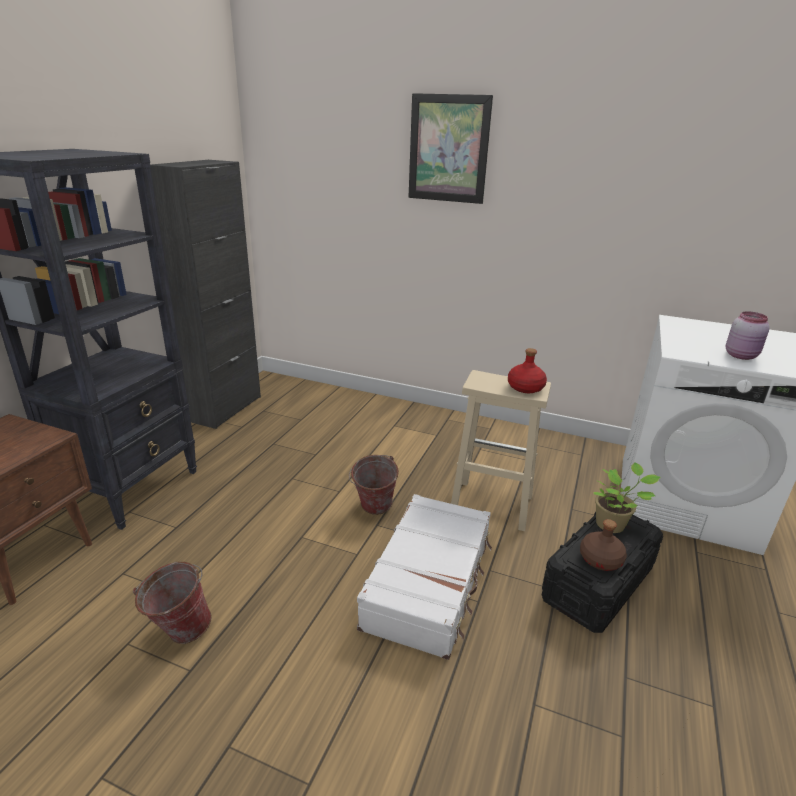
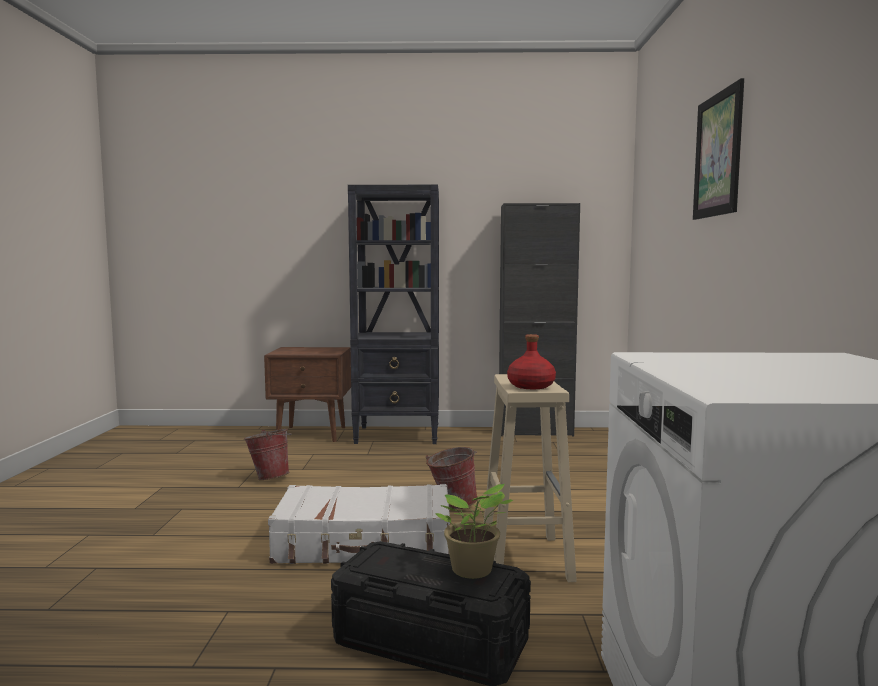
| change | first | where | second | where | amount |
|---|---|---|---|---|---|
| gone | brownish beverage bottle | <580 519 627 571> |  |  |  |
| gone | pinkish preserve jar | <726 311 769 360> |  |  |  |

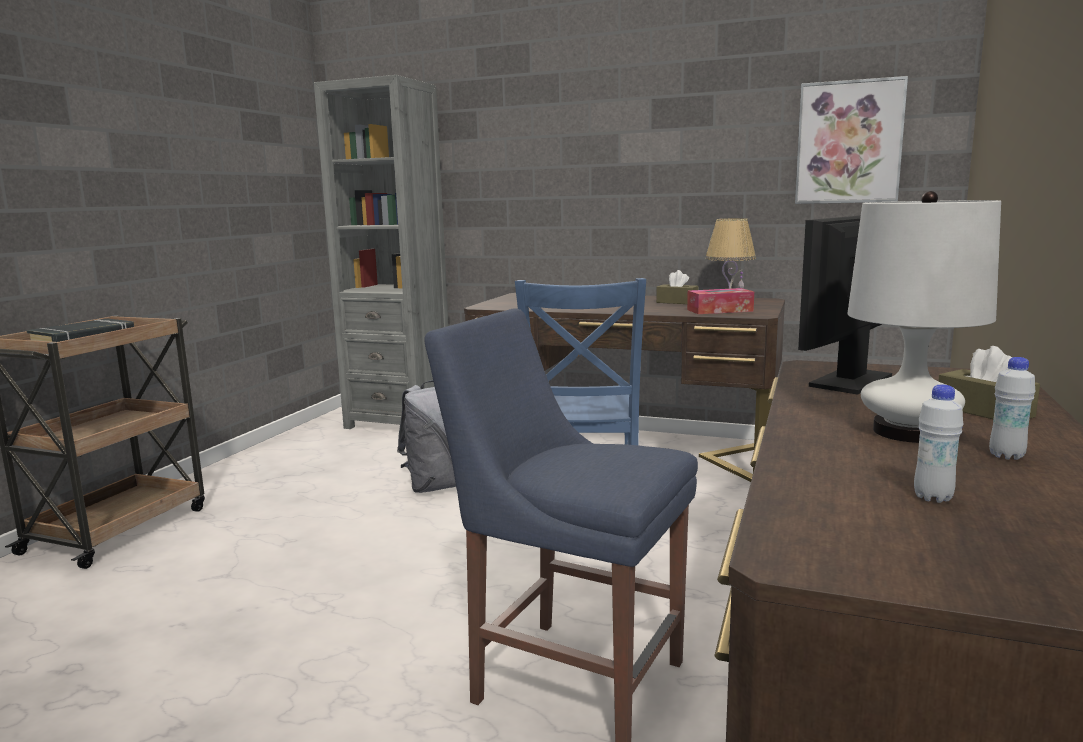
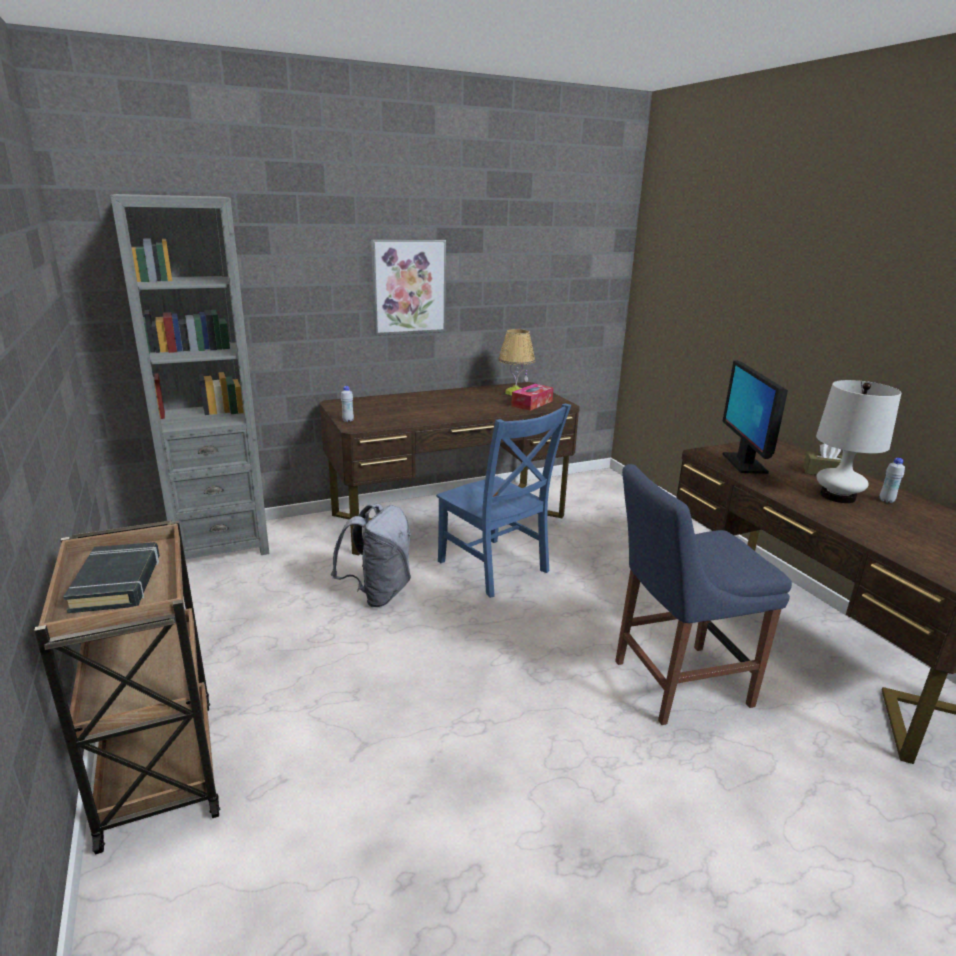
| change | first | where | second | where | amount |
|---|---|---|---|---|---|
| shifted | white-coloured beverage bottle | <914 385 964 503> |  | <341 386 354 422> |  |
| shifted | wall picture | <795 76 908 204> |  | <371 239 446 336> |  |
| gone | brownish box of tissues | <656 270 699 304> |  |  |  |

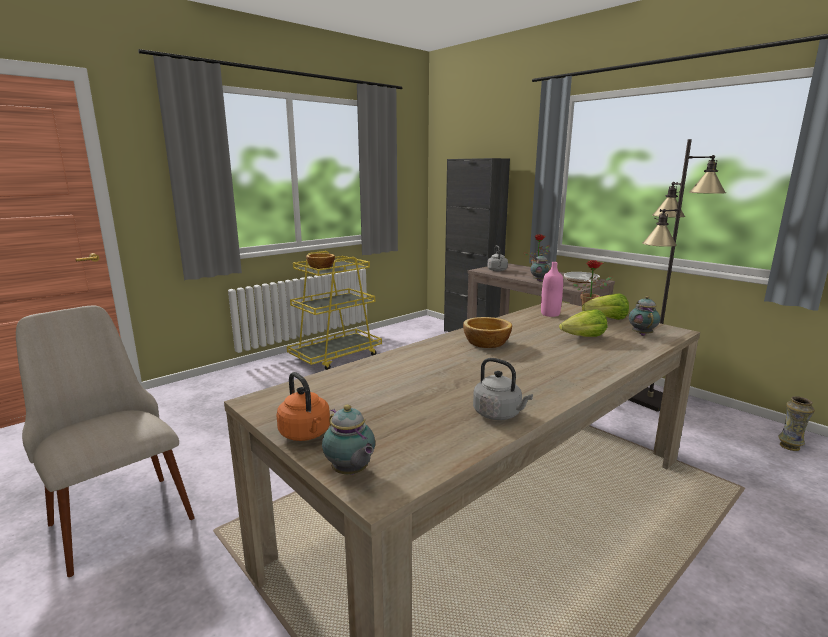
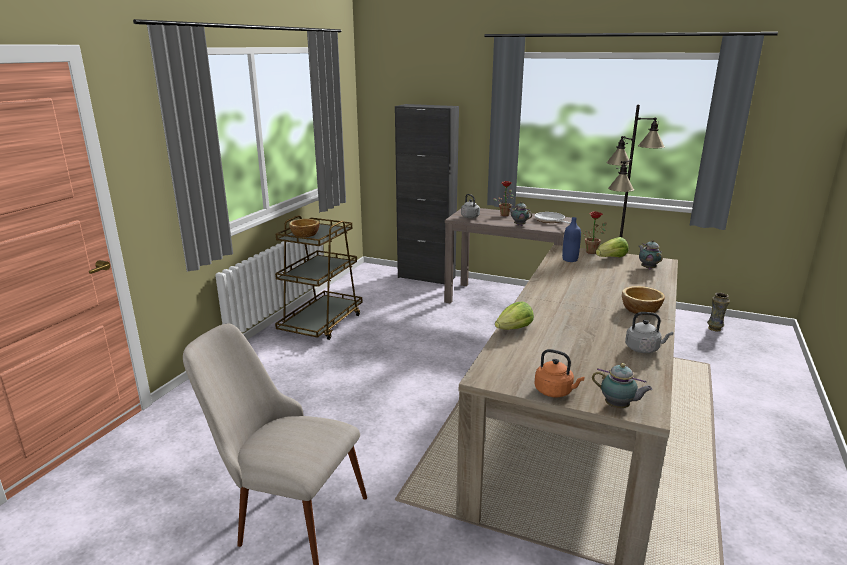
| change | first | where | second | where | amount |
|---|---|---|---|---|---|
| repainted | yellow-coloured cart | <287 251 382 370> | brownish cart | <275 215 363 340> |  |
| shifted | head of lettuce | <559 309 607 337> |  | <495 302 534 330> |  |
| repainted | pinkish beverage bottle | <541 262 563 317> | bluish beverage bottle | <562 217 581 262> |  |
| shifted | serving bowl | <463 317 512 348> |  | <622 286 665 315> |  |

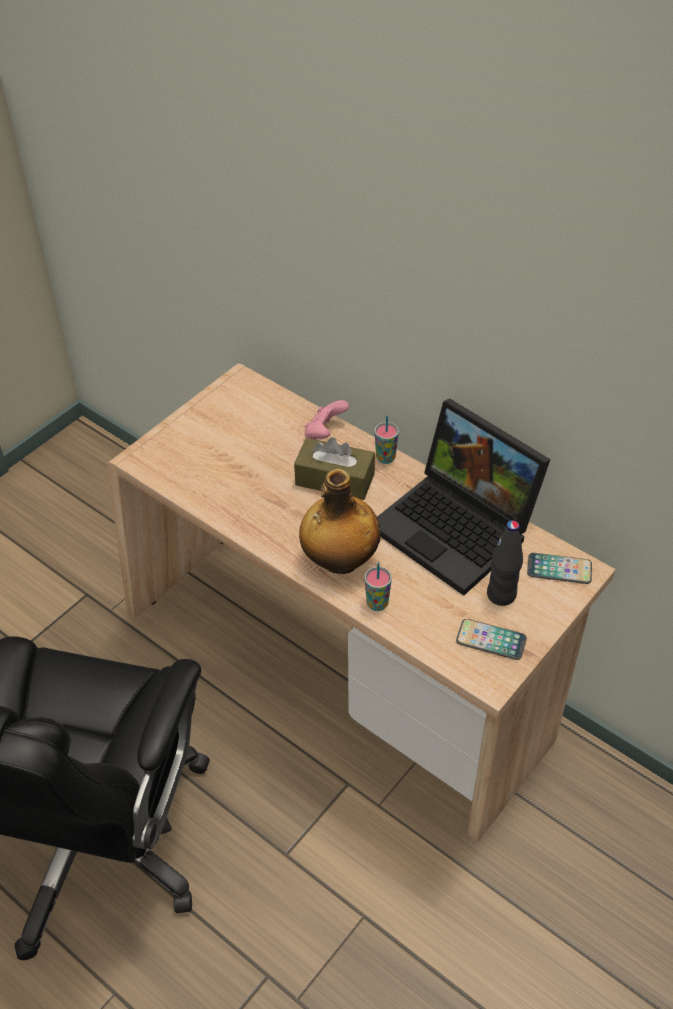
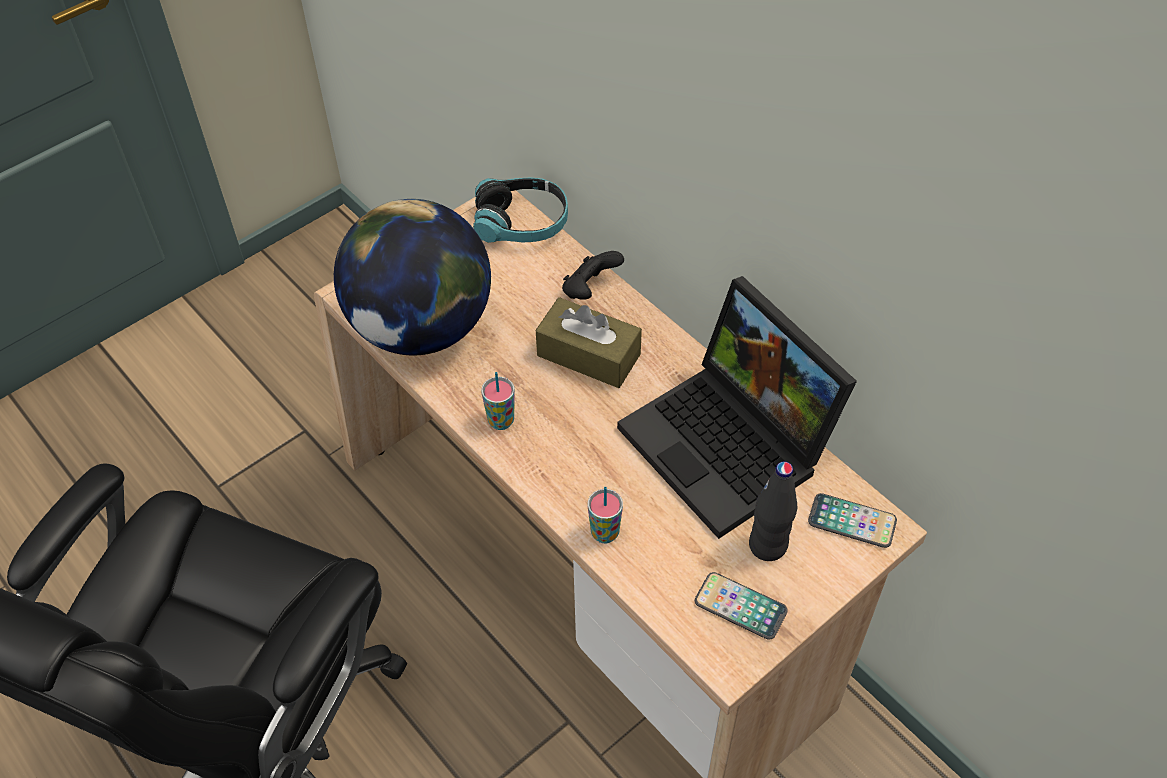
| change | first | where | second | where | amount |
|---|---|---|---|---|---|
| new |  |  | globe | <334 199 491 355> |  |
| new |  |  | headphones | <473 177 568 243> |  |
| shifted | small cup | <375 415 399 464> |  | <481 372 515 430> |  |
| repainted | pinkish gamepad | <304 400 349 440> | blackish gamepad | <562 251 624 300> |  |
| gone | beverage bottle | <299 469 381 574> |  |  |  |

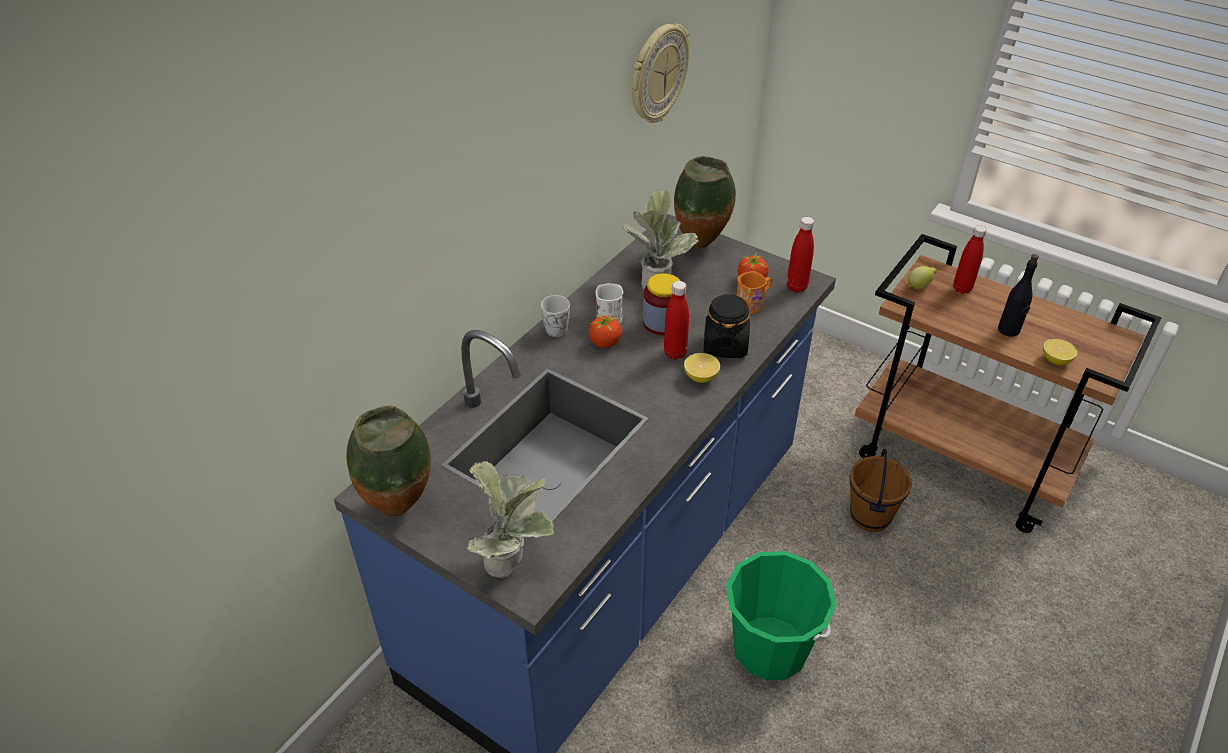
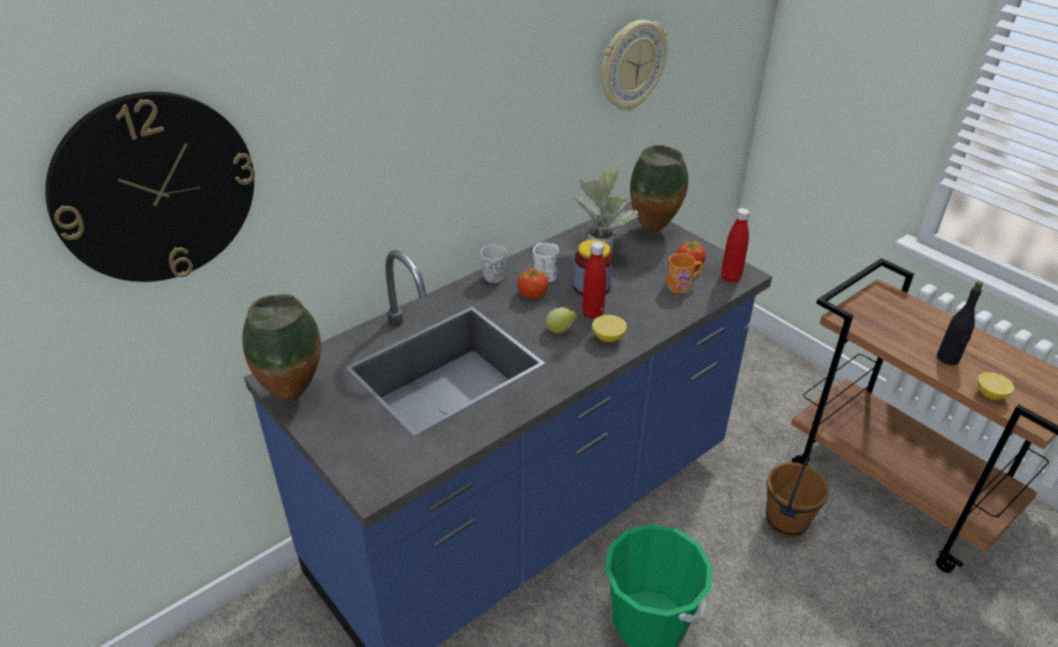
| change | first | where | second | where | amount |
|---|---|---|---|---|---|
| new |  |  | clock on the wall | <45 92 255 282> |  |
| shifted | citrus fruit | <908 266 937 289> |  | <546 307 577 333> |  |
| gone | potted plant | <467 461 554 578> |  |  |  |
| gone | blackish preserve jar | <703 293 750 358> |  |  |  |
| gone | red beverage bottle | <953 225 987 294> |  |  |  |

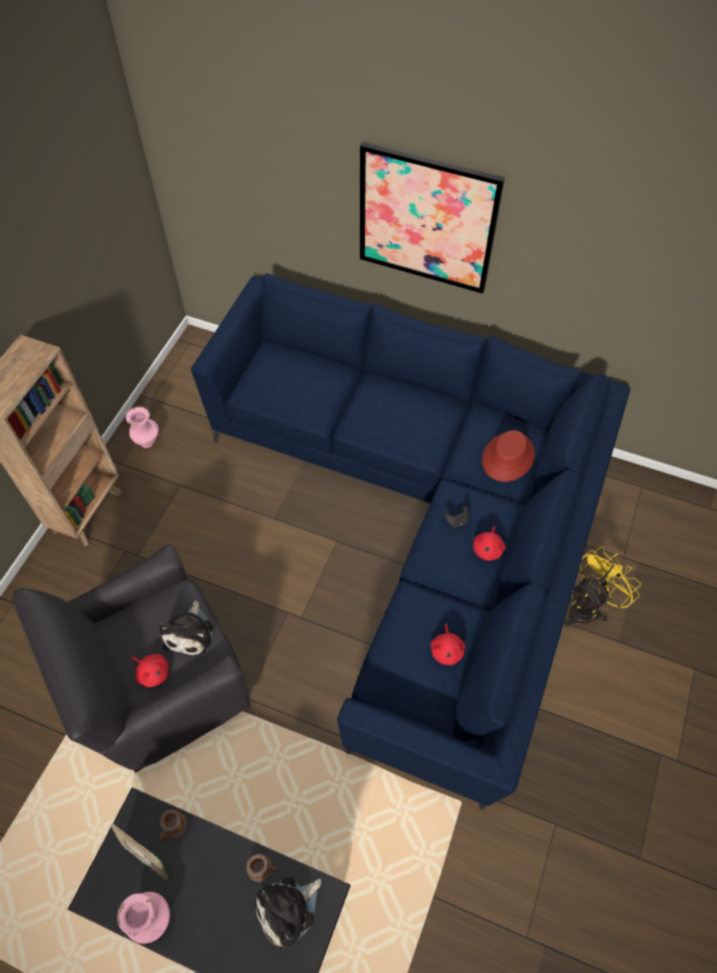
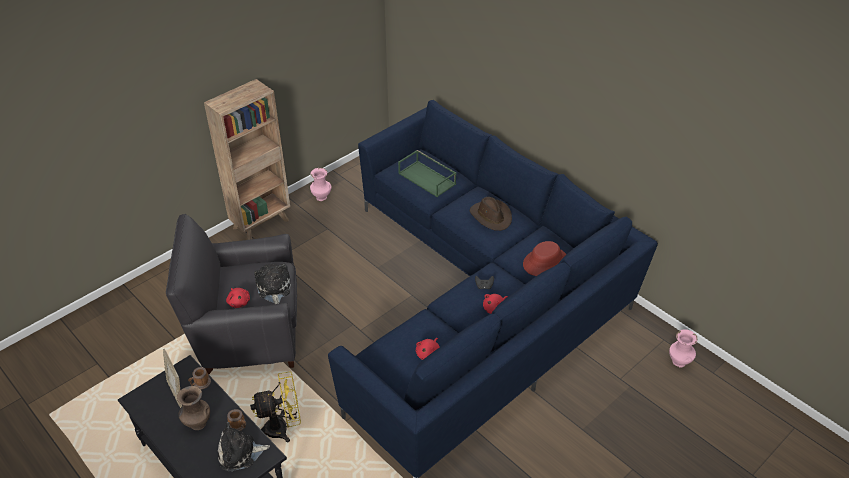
| change | first | where | second | where | amount |
|---|---|---|---|---|---|
| new |  |  | brownish flower vase | <177 386 210 430> |  |
| shifted | yellow-coloured fan | <565 547 641 628> |  | <250 371 301 443> |  |
| rotated | cuddly toy | <159 600 214 657> |  | <254 264 291 304> | 135 degrees clockwise |
| new |  |  | green tray | <398 150 456 197> |  |
| new |  |  | brownish clothing hat | <470 197 512 231> |  |
| shifted | pinkish flower vase | <117 892 170 944> |  | <669 329 698 367> |  |
| gone | wall picture | <360 142 505 294> |  |  |  |

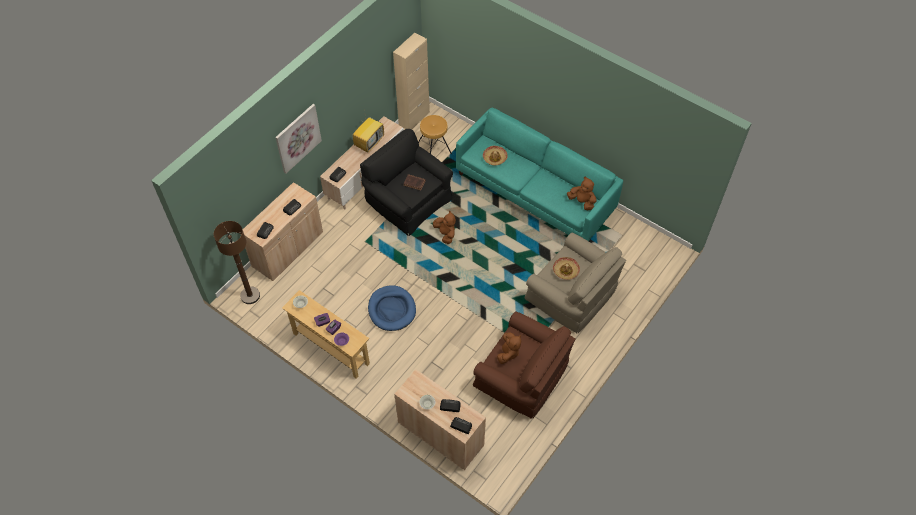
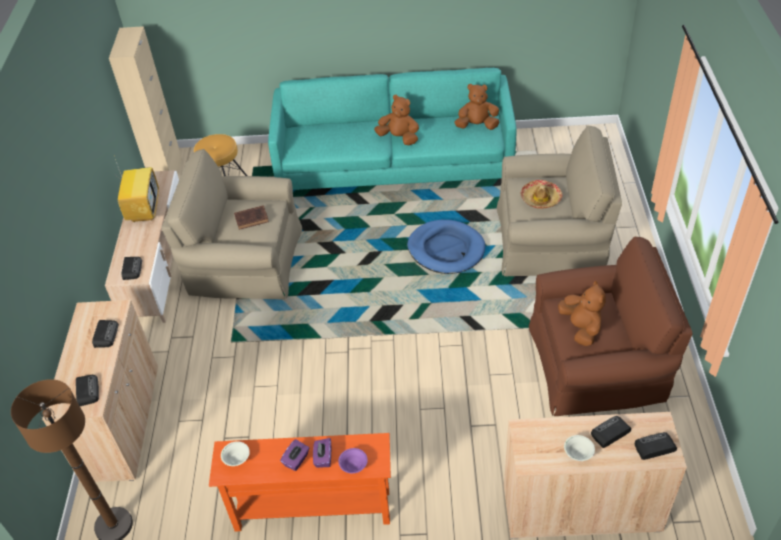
| change | first | where | second | where | amount |
|---|---|---|---|---|---|
| repainted | blackish easy chair | <360 129 453 236> | sand-coloured easy chair | <162 149 302 300> |  |
| repainted | sand-coloured hall table | <282 290 370 378> | orange-coloured hall table | <209 433 391 532> |  |
| shifted | brownish cuddly toy | <433 211 456 244> |  | <374 95 419 145> |  |
| shifted | bluish dog bed | <368 285 416 331> |  | <407 220 485 274> |  |
| gone | wall picture | <275 104 322 174> |  |  |  |
| gone | clothing hat | <483 146 508 165> |  |  |  |

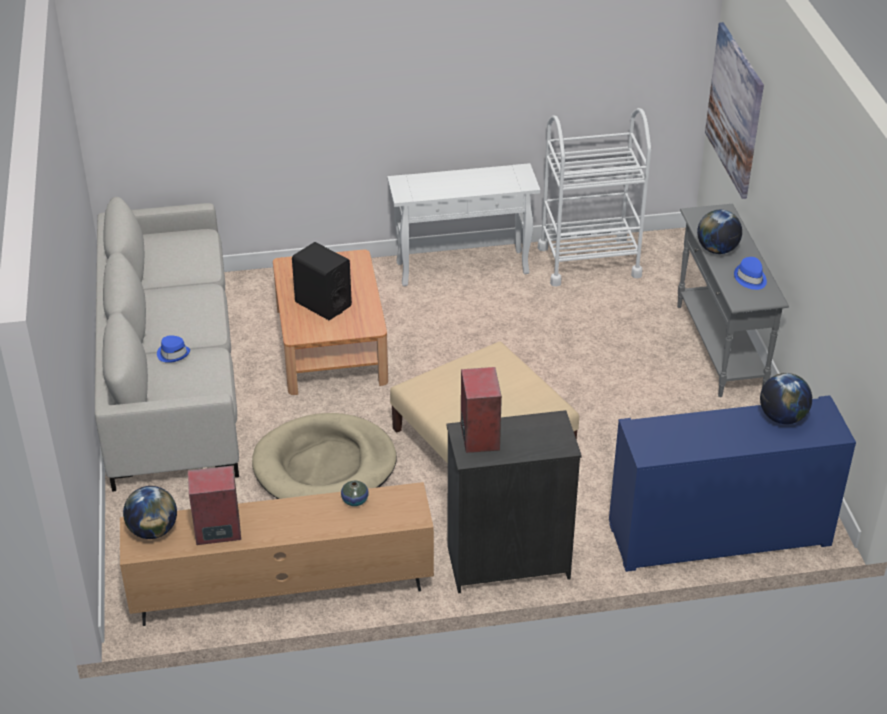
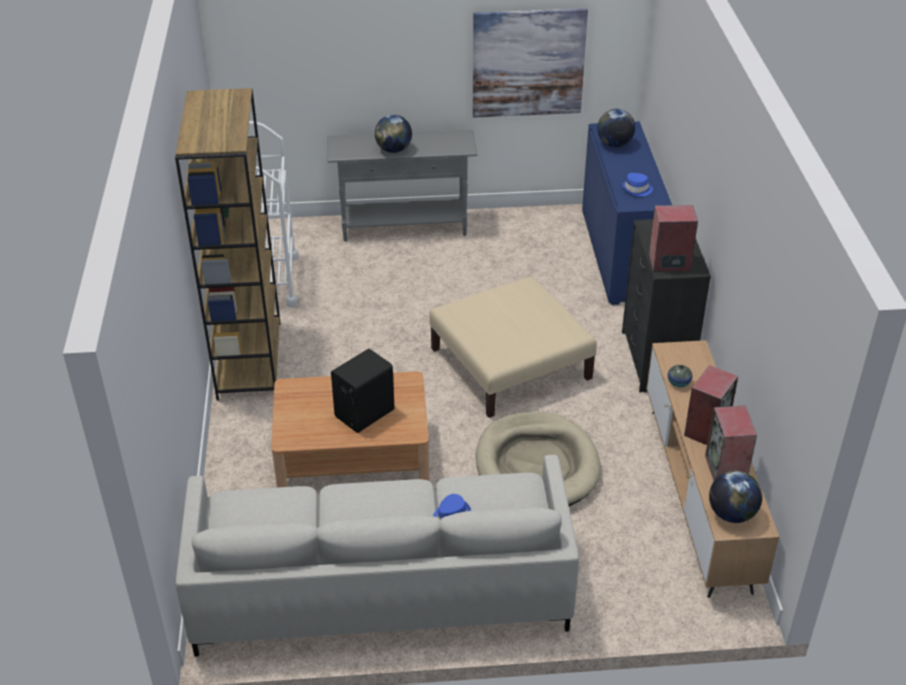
| change | first | where | second | where | amount |
|---|---|---|---|---|---|
| swapped | white-coloured hall table | <387 163 540 286> | brownish bookshelf | <175 88 281 401> |  |
| shifted | wall picture | <705 22 764 199> |  | <473 8 588 118> |  |
| shifted | bluish clothing hat | <734 257 767 290> |  | <622 173 653 196> |  |
| new |  |  | audio speaker | <684 365 738 445> |  |

